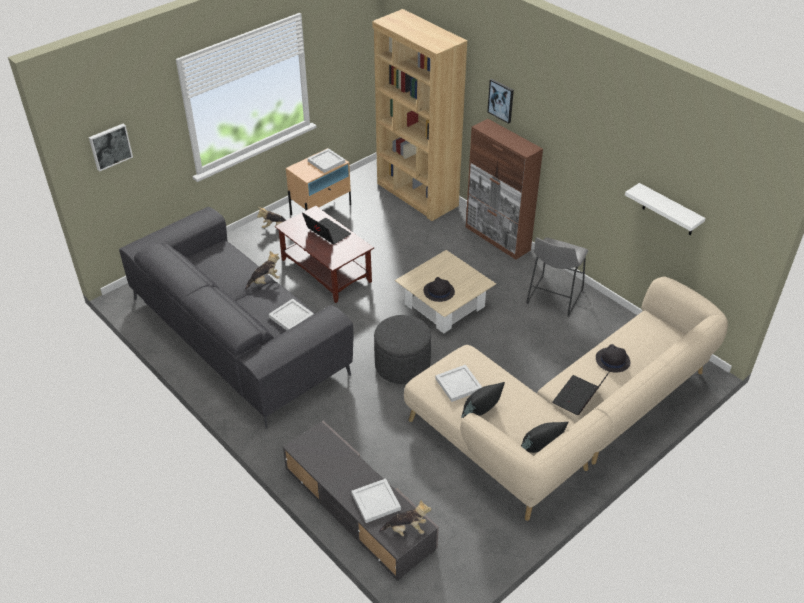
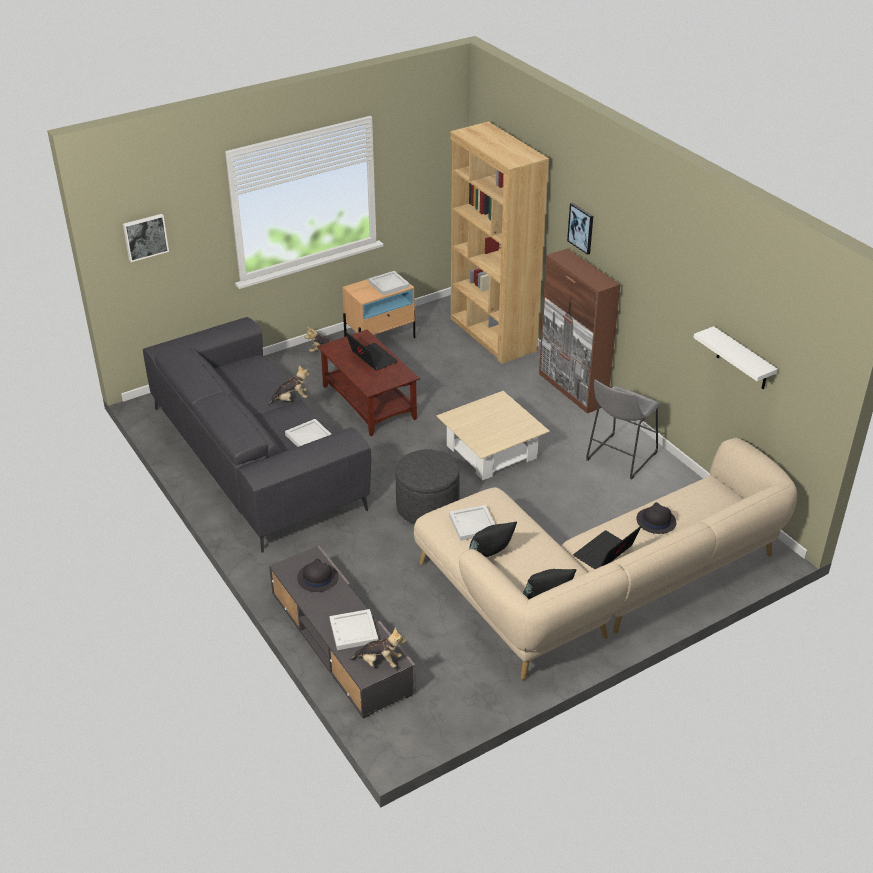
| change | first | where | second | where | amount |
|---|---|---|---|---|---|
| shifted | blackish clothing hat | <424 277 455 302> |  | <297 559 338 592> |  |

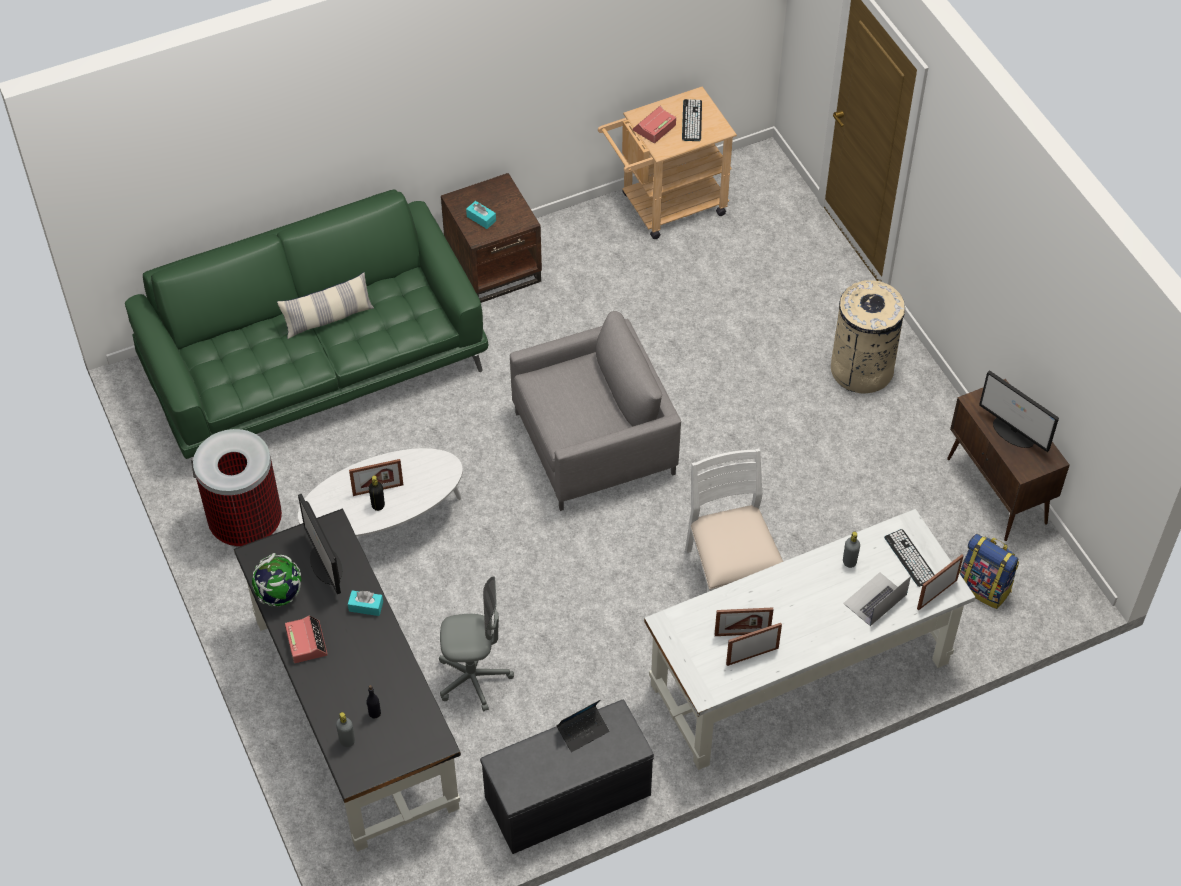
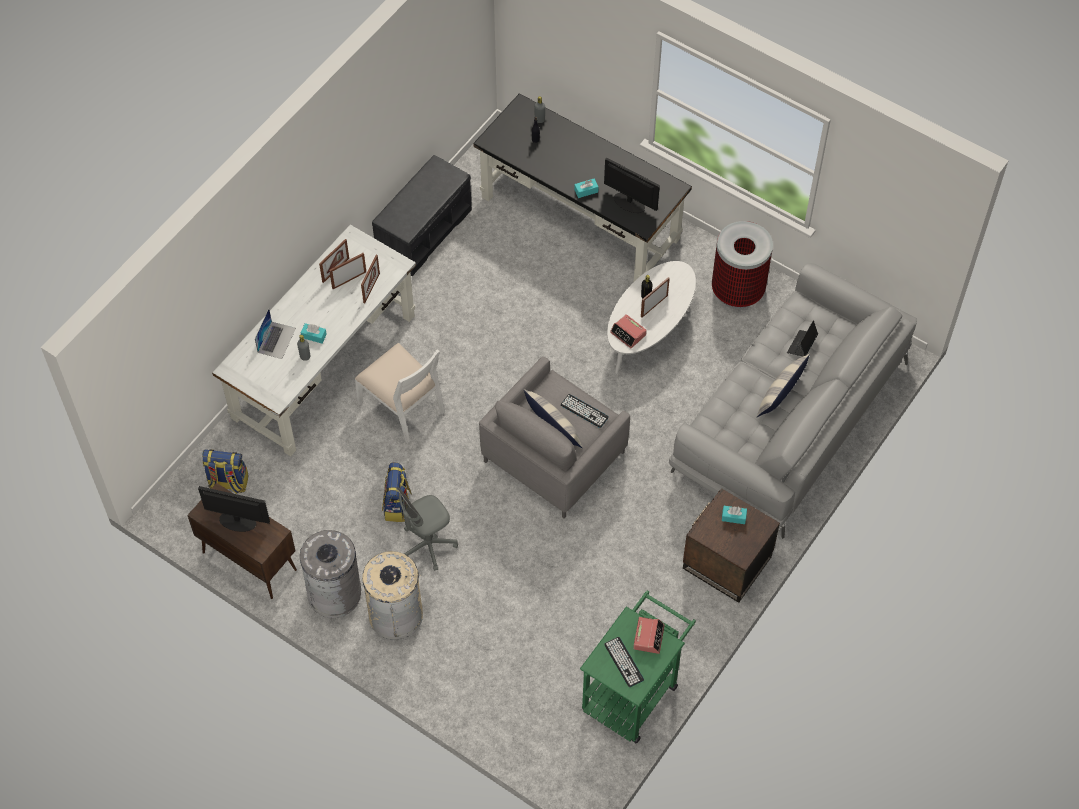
| change | first | where | second | where | amount |
|---|---|---|---|---|---|
| new |  |  | gray trash can | <300 530 361 618> |  |
| new |  |  | turquoise-coloured box of tissues | <301 323 327 343> |  |
| shifted | picture frame | <917 554 964 610> |  | <361 255 380 303> |  |
| new |  |  | rucksack | <382 462 412 522> |  |
| shifted | gray computer chair | <439 576 514 712> |  | <396 487 458 571> |  |
| new |  |  | cushion | <524 389 583 448> |  |
| shifted | PC keyboard | <884 529 935 587> |  | <560 394 609 428> |  |
| repainted | sand-coloured cart | <598 86 737 239> | green cart | <580 590 696 743> |  |
| shifted | alarm clock | <285 615 328 663> |  | <610 314 647 348> |  |
| repainted | green sofa | <125 189 489 478> | gray sofa | <669 263 917 539> |  |
| shifted | notebook computer | <557 700 609 752> |  | <787 320 818 356> |  |
| gone | globe | <252 553 301 607> |  |  |  |

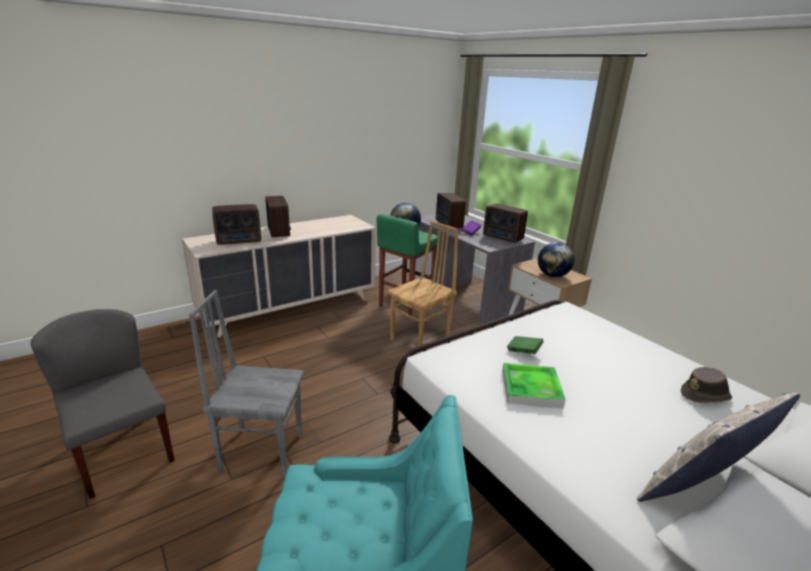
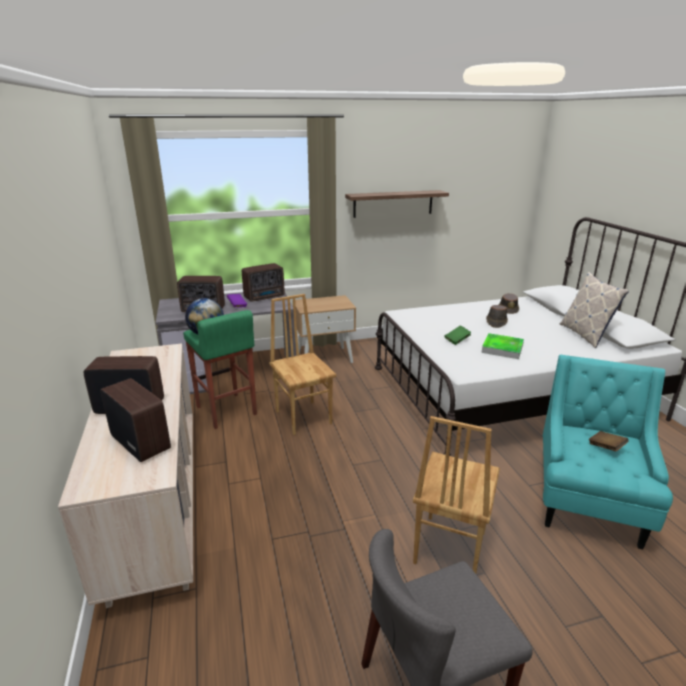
| change | first | where | second | where | amount |
|---|---|---|---|---|---|
| rotated | radio receiver | <212 204 261 245> |  | <100 378 171 462> | 45 degrees counterclockwise |
| new |  |  | shelf | <345 190 449 218> |  |
| repainted | gray chair | <189 290 304 477> | brownish chair | <413 416 500 573> |  |
| new |  |  | brownish clothing hat | <486 305 508 328> |  |
| new |  |  | brownish bound book | <588 431 629 451> |  |
| gone | globe | <538 242 575 277> |  |  |  |

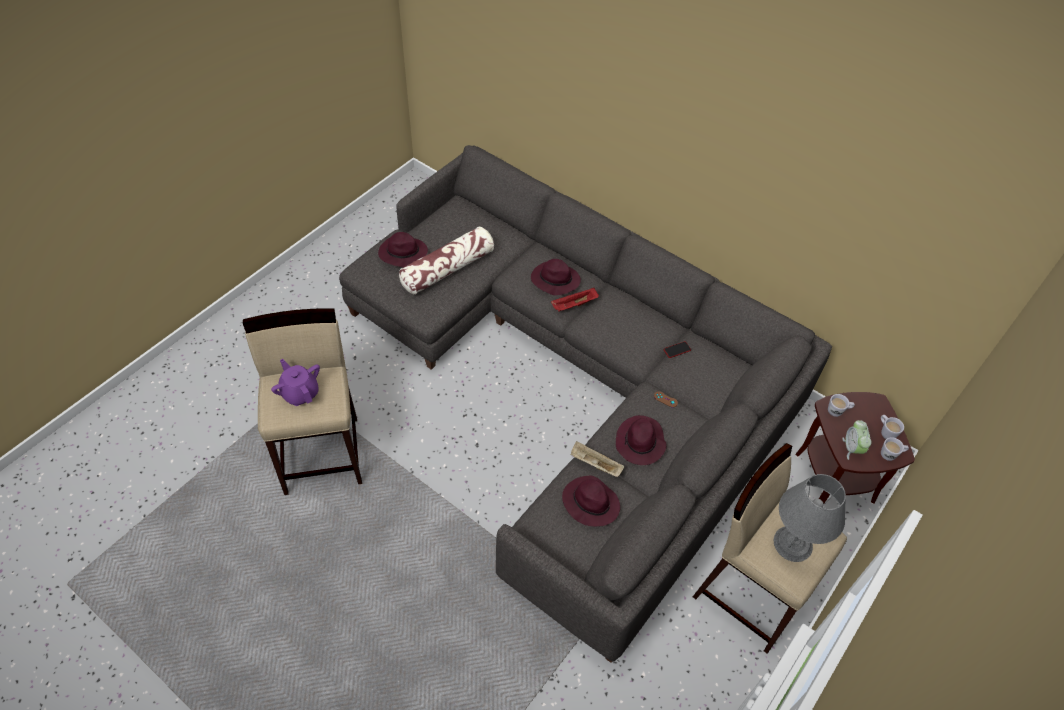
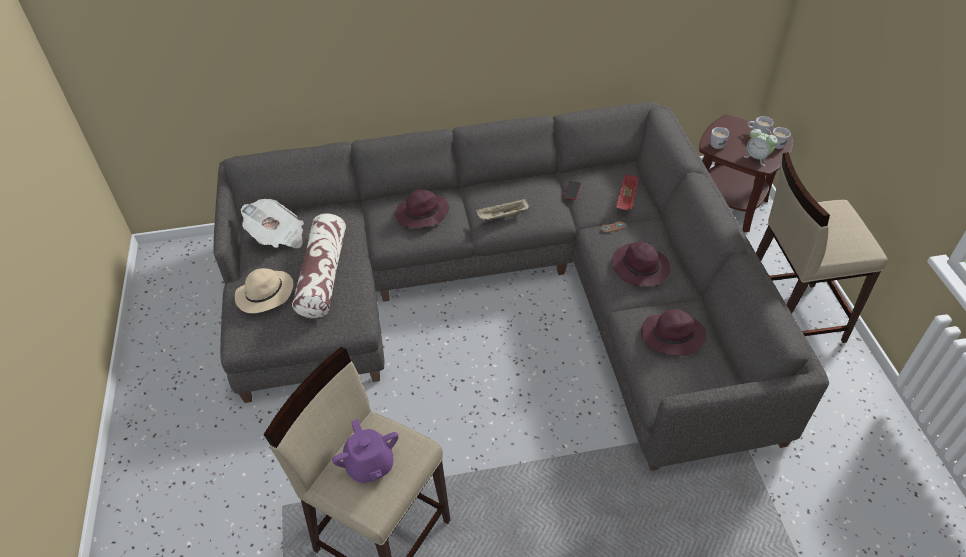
| change | first | where | second | where | amount |
|---|---|---|---|---|---|
| repainted | purple-coloured clothing hat | <378 232 428 267> | sand-coloured clothing hat | <235 268 293 313> |  |
| new |  |  | printed paper | <241 199 304 248> |  |
| rotated | purple-coloured tea pot | <271 359 320 406> |  | <332 419 399 483> | 120 degrees counterclockwise |
| shifted | sand-coloured tray | <570 441 624 477> |  | <476 198 529 221> |  |
| shifted | red tray | <551 287 599 311> |  | <616 174 638 210> |  |
| gone | gray lamp for a table | <774 474 846 562> |  |  |  |

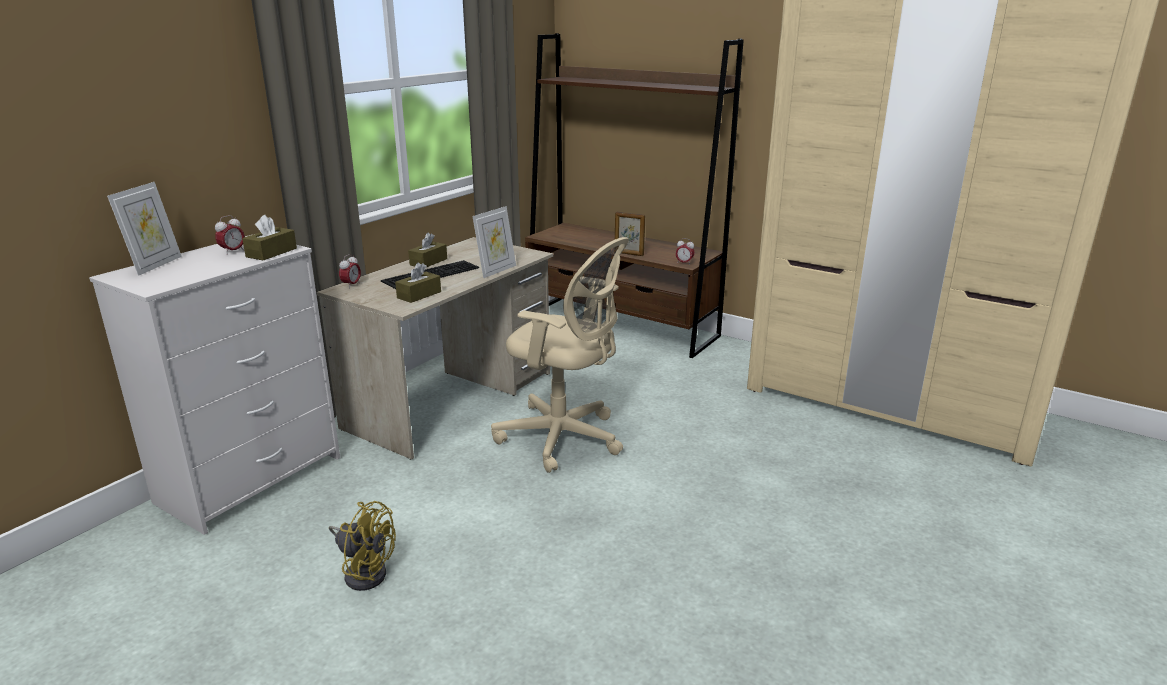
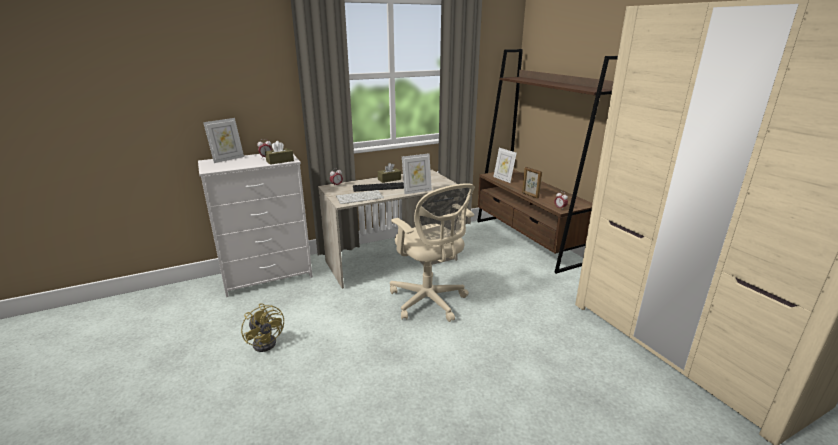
| change | first | where | second | where | amount |
|---|---|---|---|---|---|
| swapped | brownish box of tissues | <395 262 441 303> | PC keyboard | <336 190 384 204> |  |
| new |  |  | picture frame | <493 148 517 183> |  |

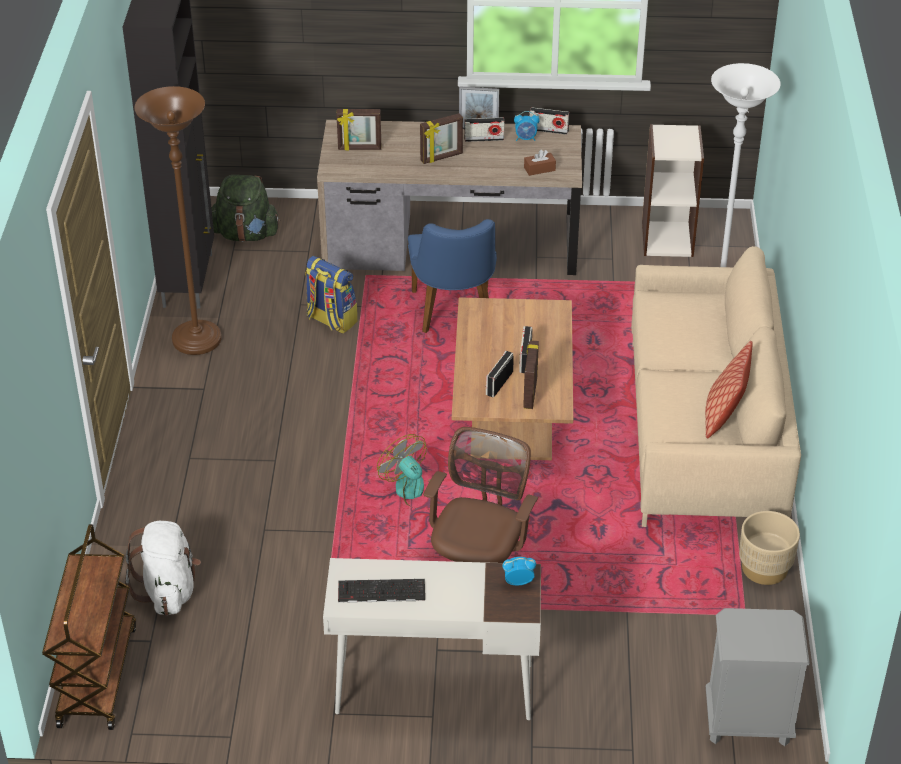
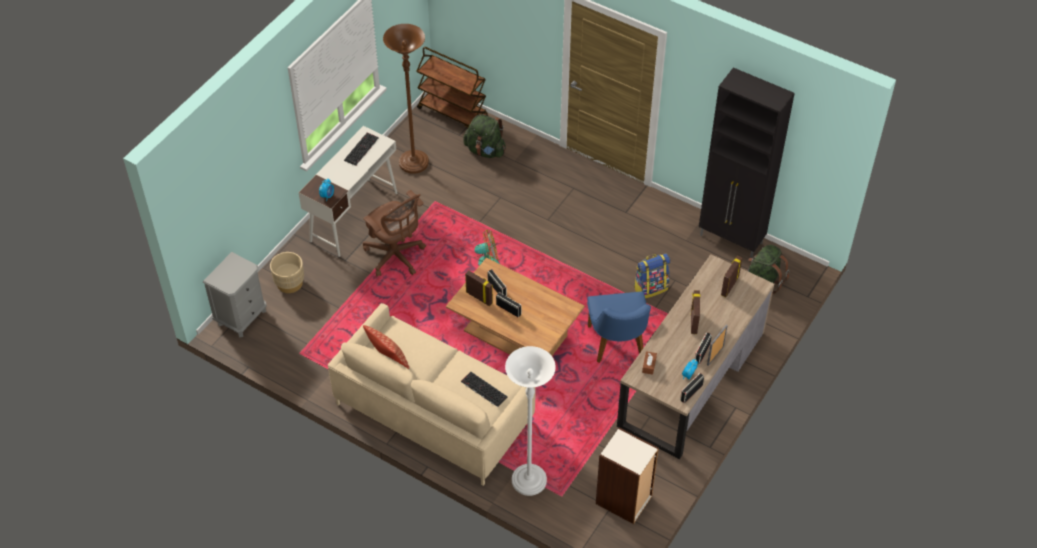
| change | first | where | second | where | amount |
|---|---|---|---|---|---|
| shifted | sand-coloured plant pot | <739 511 800 585> |  | <270 252 304 293> |  |
| shifted | brownish floor lamp | <134 86 222 355> |  | <383 24 429 174> |  |
| new |  |  | PC keyboard | <461 372 508 407> |  |
| repainted | white-coloured rucksack | <125 521 201 615> | green rucksack | <463 114 506 158> |  |
| rotated | bluish chair | <408 219 497 333> |  | <587 291 651 363> | 120 degrees counterclockwise |

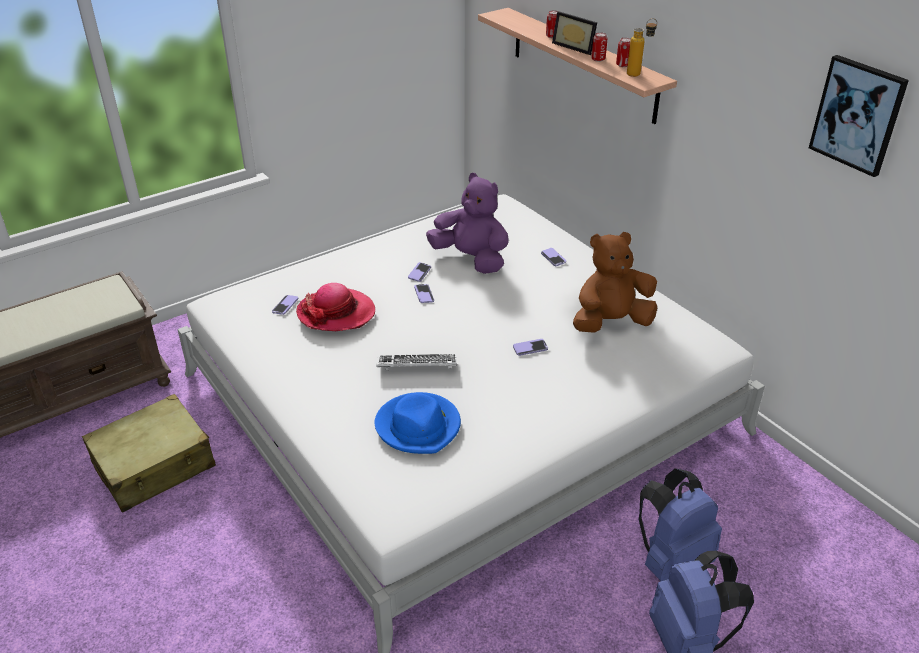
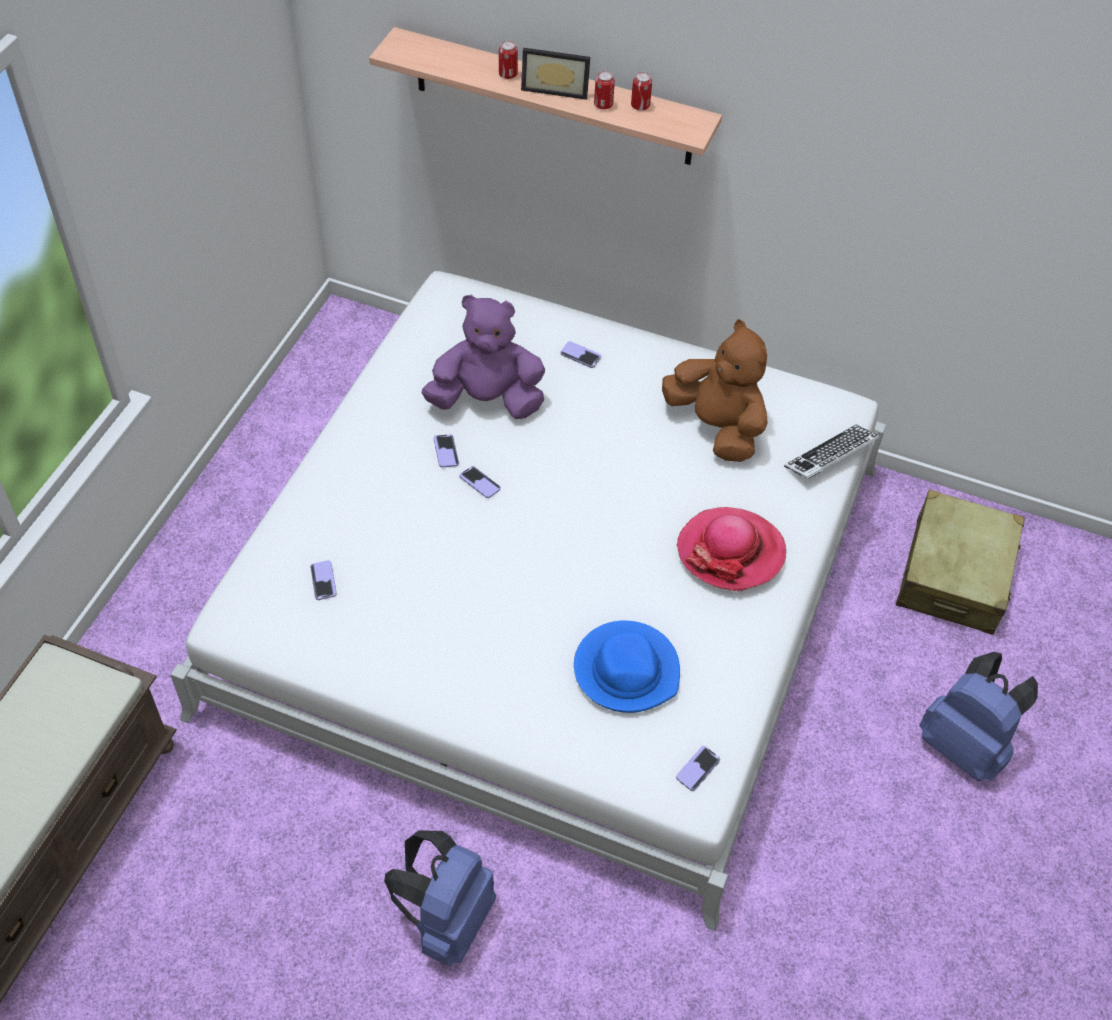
| change | first | where | second | where | amount |
|---|---|---|---|---|---|
| shifted | bluish rucksack | <639 468 722 581> |  | <384 830 496 966> |  |
| rotated | brownish cuddly toy | <573 232 657 333> |  | <662 319 767 462> | 105 degrees clockwise |
| shifted | clothing hat | <296 283 375 331> |  | <676 507 786 592> |  |
| shifted | handset | <513 339 548 356> |  | <676 746 720 791> |  |
| shifted | PC keyboard | <376 354 457 370> |  | <784 425 880 479> |  |
| shifted | sand-coloured travel case | <82 394 216 512> |  | <896 490 1025 635> |  |
| gone | beverage bottle | <627 18 657 77> |  |  |  |
| gone | wall picture | <809 55 909 177> |  |  |  |

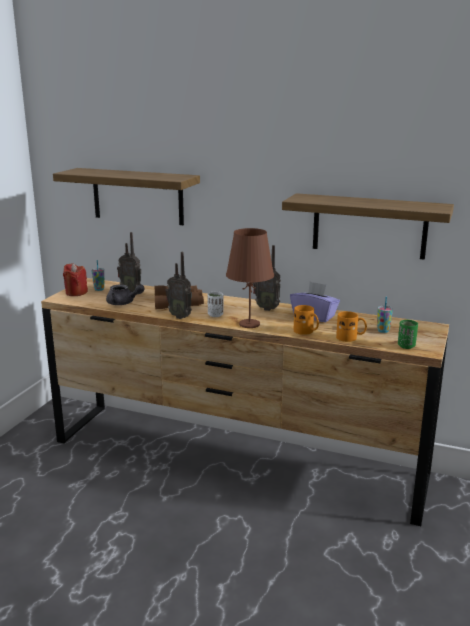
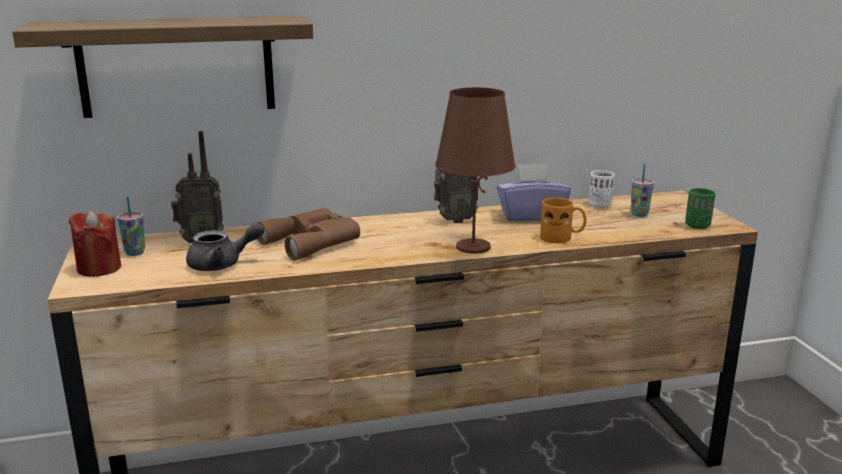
| change | first | where | second | where | amount |
|---|---|---|---|---|---|
| shifted | white-coloured small cup | <208 292 223 317> |  | <588 170 615 208> |  |
| gone | radio receiver | <165 252 192 319> |  |  |  |
| gone | shelf | <282 193 454 260> |  |  |  |
| gone | orange-coloured mug | <336 311 367 342> |  |  |  |

